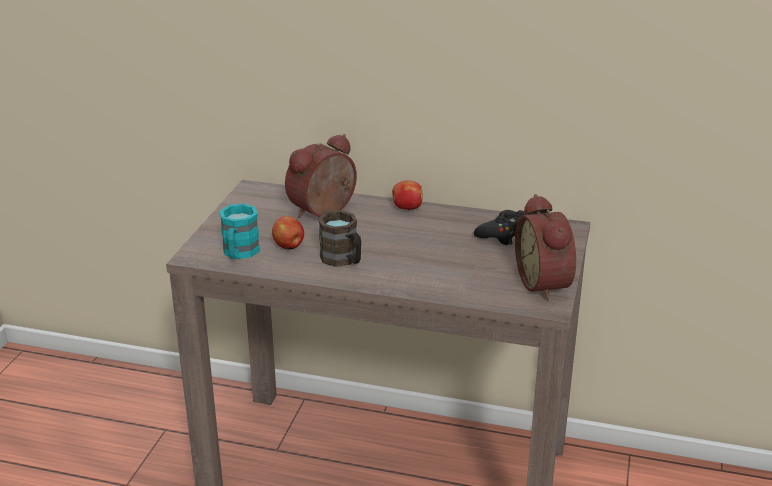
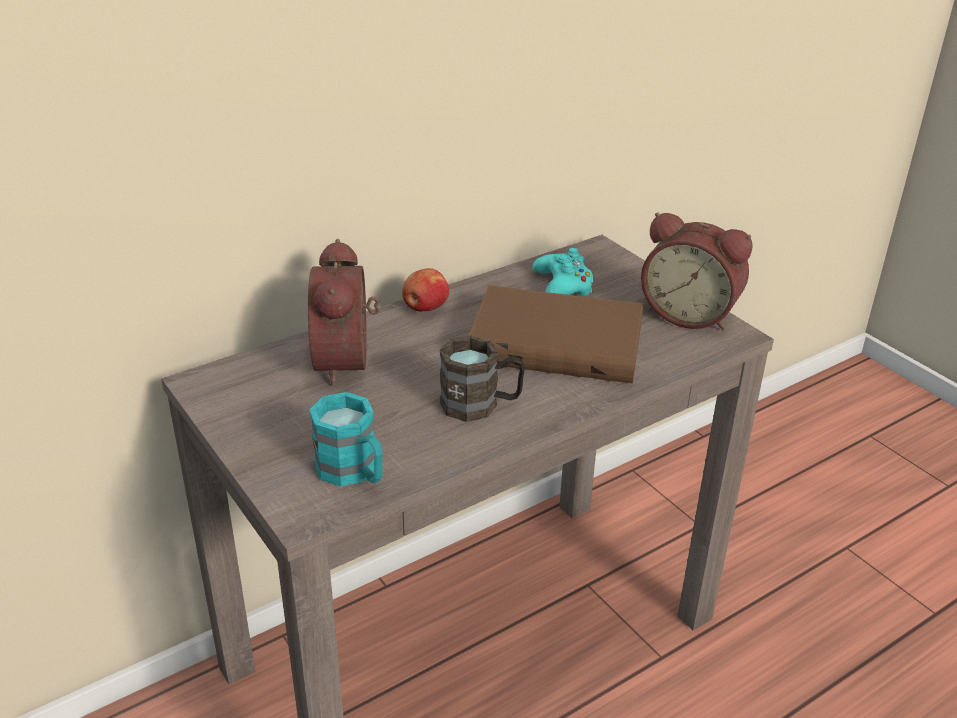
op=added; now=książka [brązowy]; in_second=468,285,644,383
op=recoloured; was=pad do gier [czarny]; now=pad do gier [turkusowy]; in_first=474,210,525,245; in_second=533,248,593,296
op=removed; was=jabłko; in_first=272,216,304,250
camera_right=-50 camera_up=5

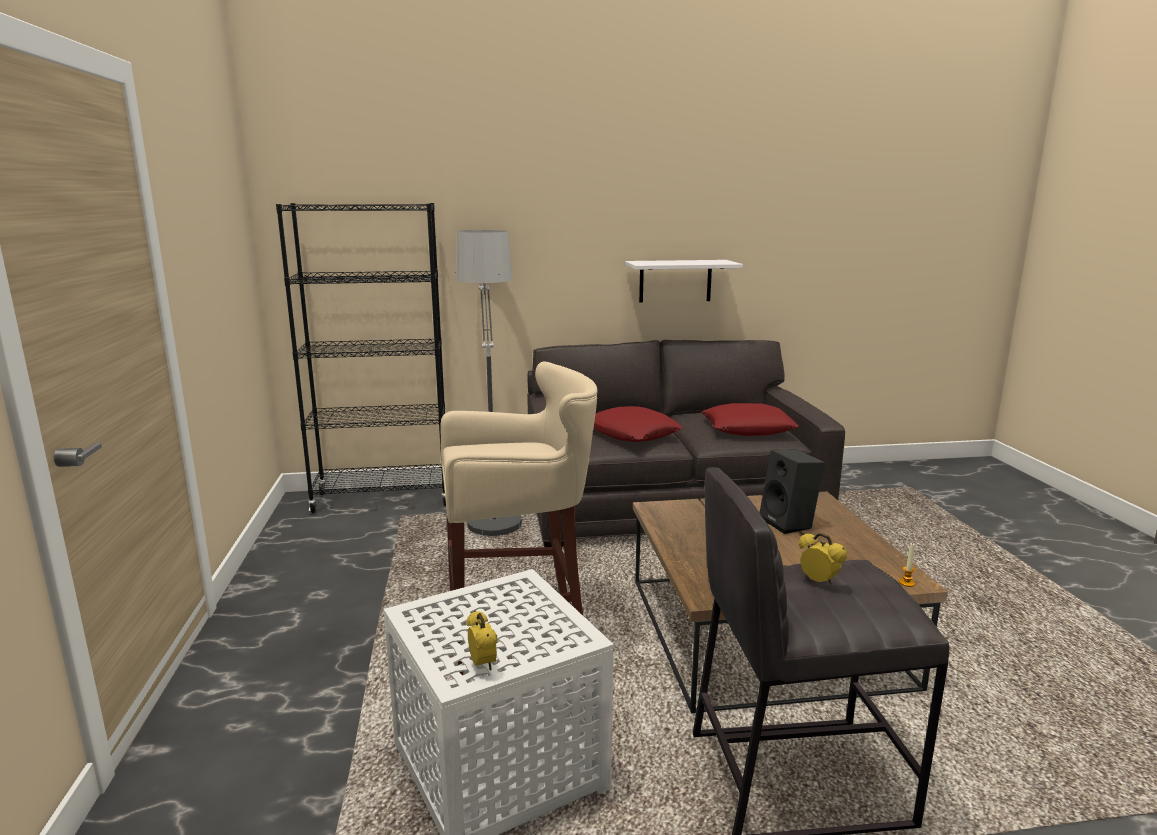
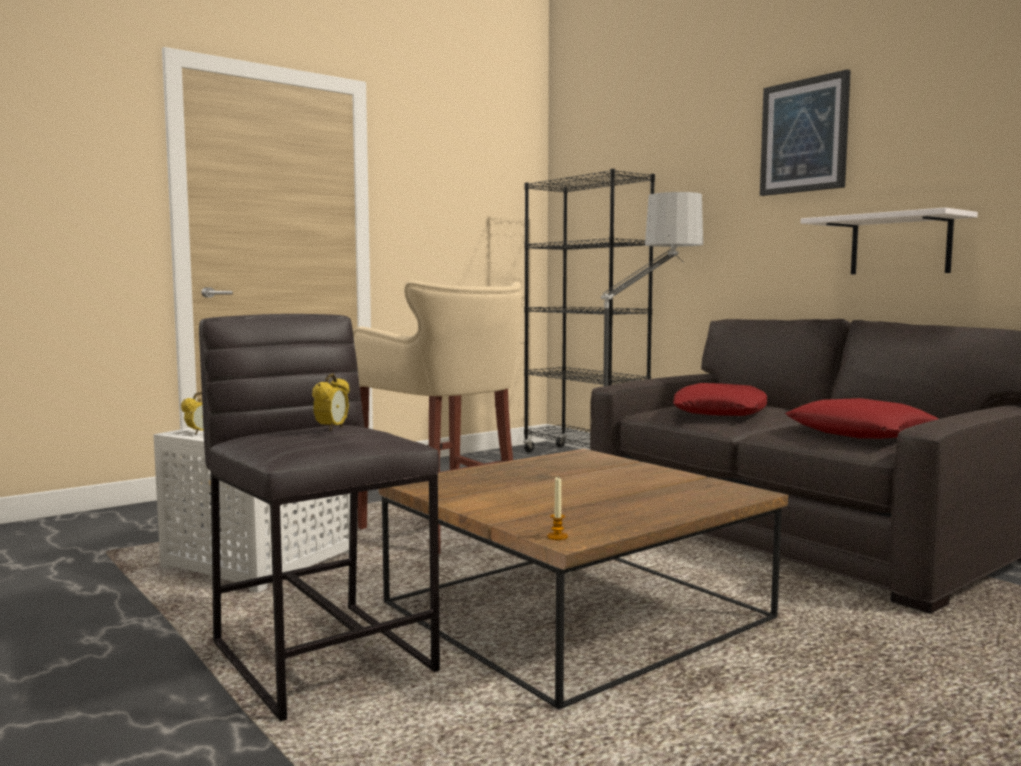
op=added; now=obraz; in_second=760,69,851,196
op=removed; was=głośnik [czarny]; in_first=759,449,825,534
camera_right=60 camera_up=-10

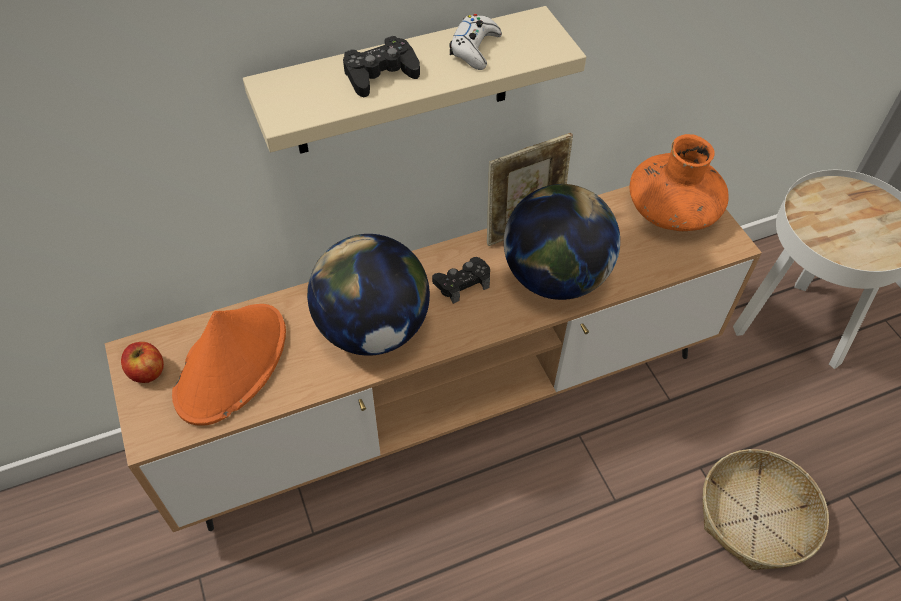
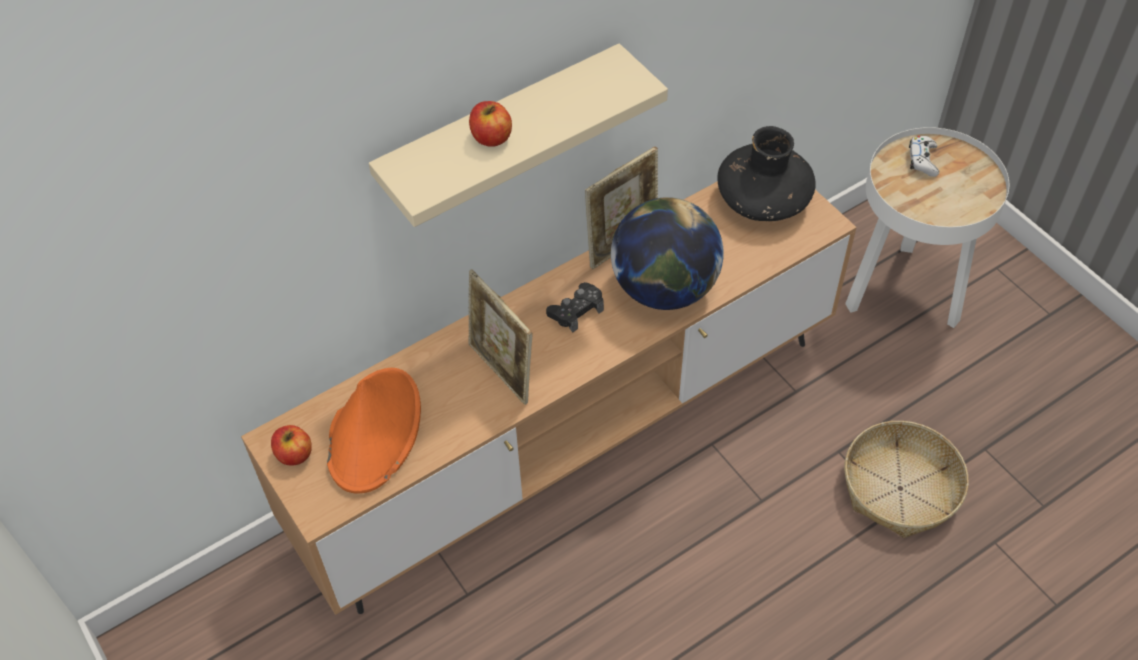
op=replaced; was=globus; now=ramka na zdjęcie; in_first=307,234,430,356; in_second=468,269,532,405
op=replaced; was=pad do gier [czarny]; now=jabłko; in_first=343,36,420,97; in_second=469,101,512,147
op=recoloured; was=wazon [pomarańczowy]; now=wazon [czarny]; in_first=630,134,729,231; in_second=717,126,816,221
op=moved; was=pad do gier [biały]; in_first=449,14,502,70; in_second=909,136,939,177
camera_right=-10 camera_up=0

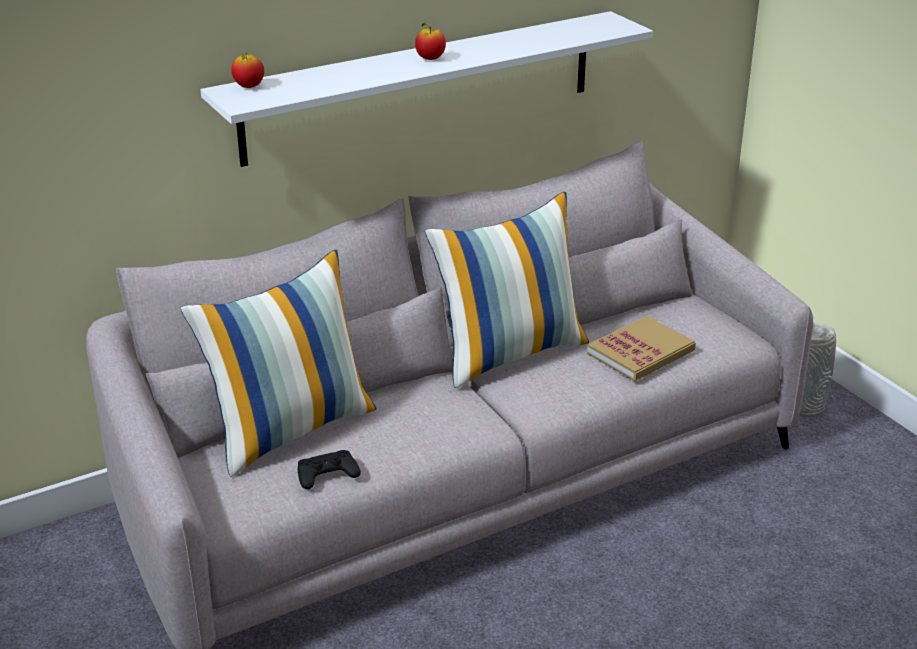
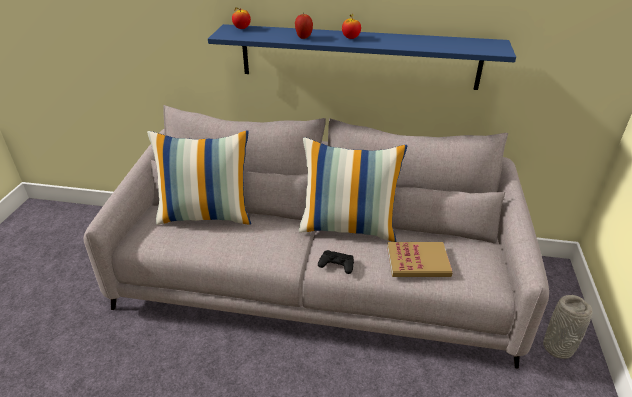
op=recoloured; was=półka [biały]; now=półka [niebieski]; in_first=201,11,653,167; in_second=208,24,516,90
op=added; now=jabłko; in_second=295,13,313,39
op=moved; was=pad do gier [czarny]; in_first=298,450,361,489; in_second=318,250,354,274
camera_right=40 camera_up=5

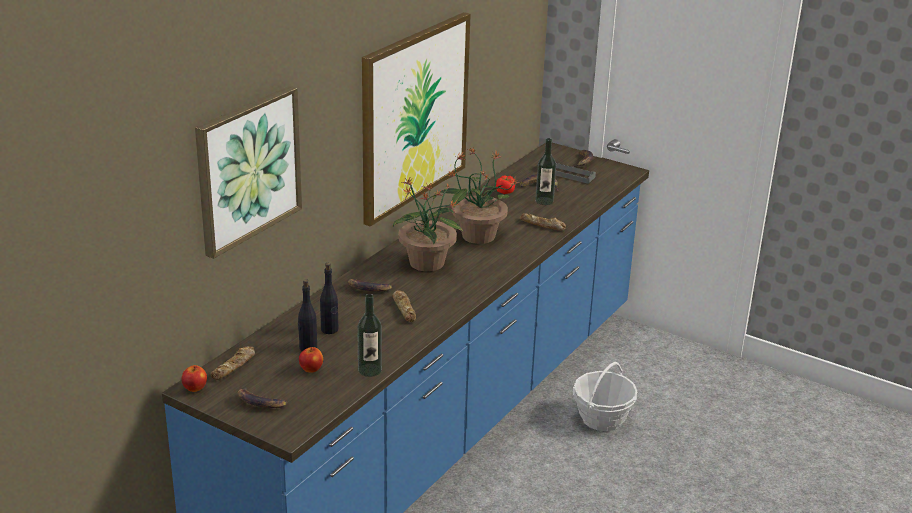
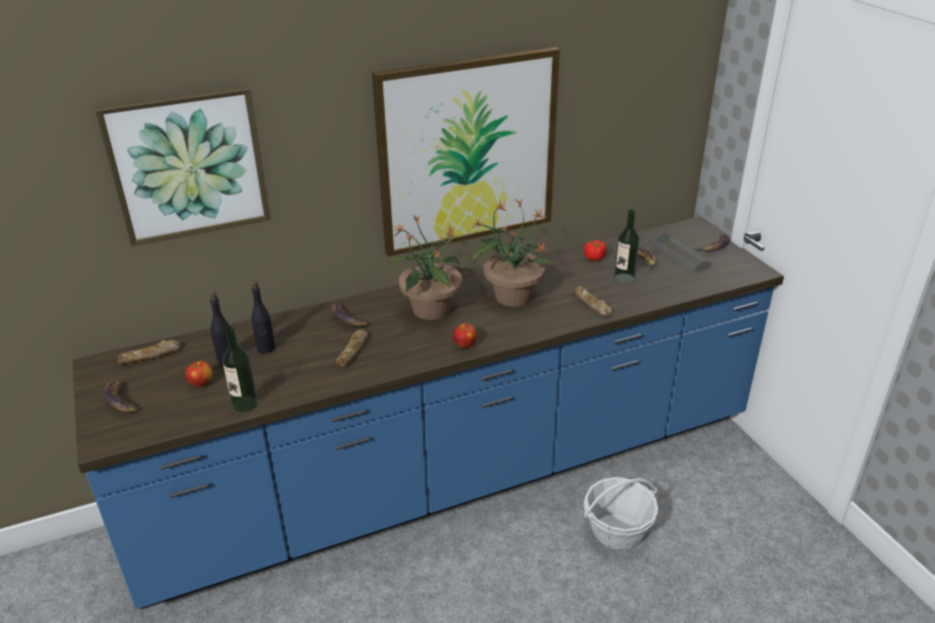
op=moved; was=jabłko; in_first=181,365,207,392; in_second=453,323,477,348
camera_right=35 camera_up=5

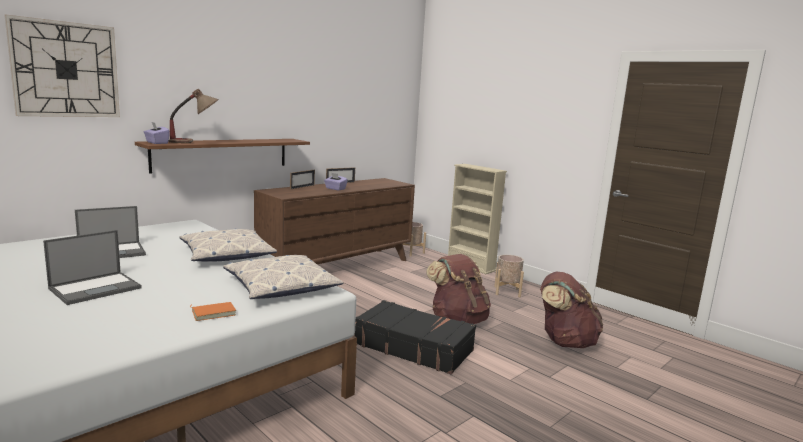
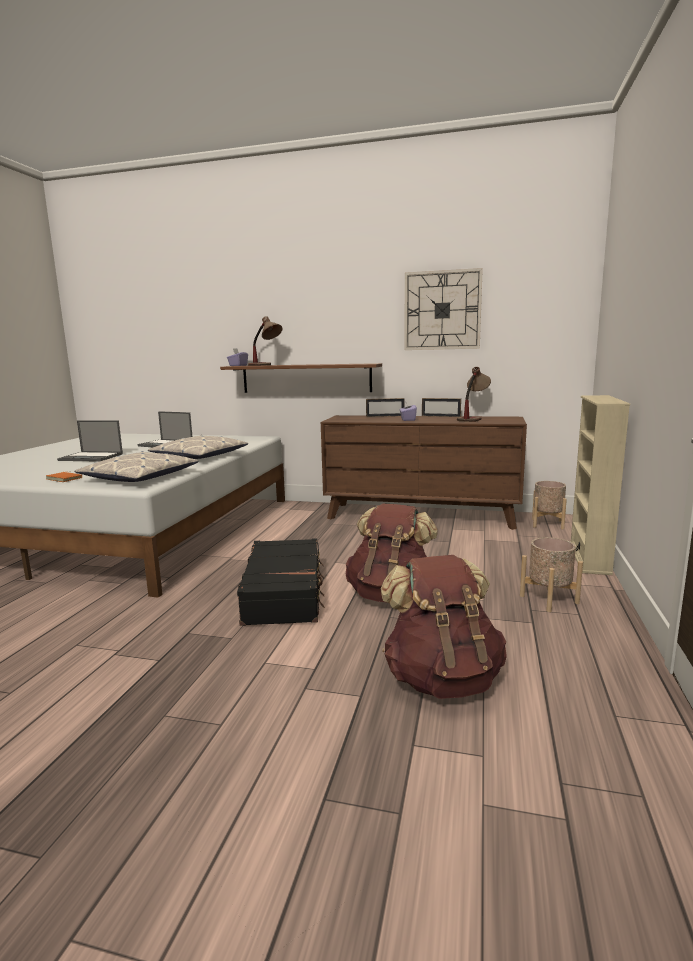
op=moved; was=zegar ścienny; in_first=4,14,120,117; in_second=404,268,483,350
op=added; now=lampa stołowa; in_second=457,367,491,422
camera_right=60 camera_up=0

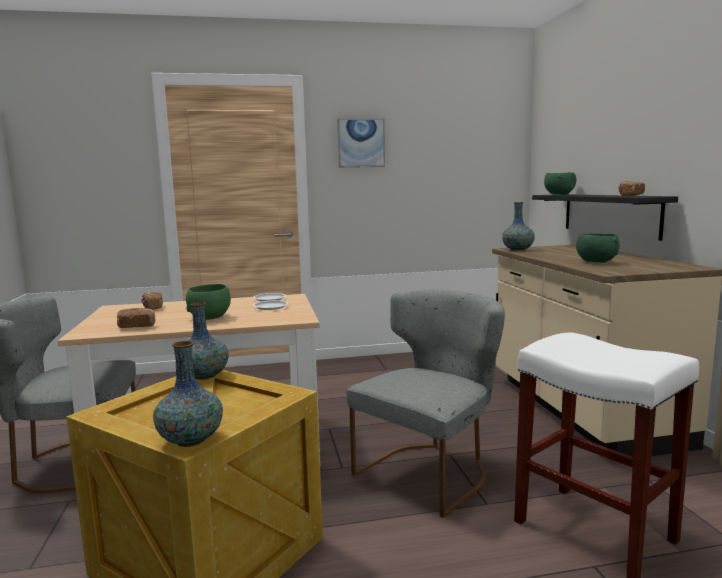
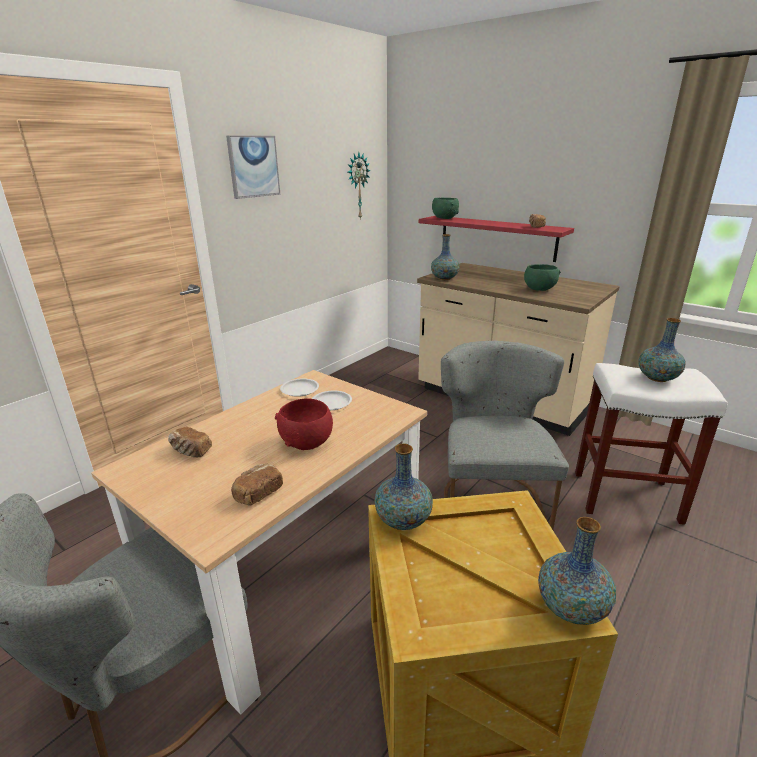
op=recoloured; was=miska [zielony]; now=miska [czerwony]; in_first=186,284,231,320; in_second=275,398,333,450
op=added; now=zegar ścienny; in_second=348,152,371,220
op=recoloured; was=półka [czarny]; now=półka [czerwony]; in_first=532,194,678,241; in_second=419,216,574,262
op=added; now=wazon; in_second=638,318,686,382
camera_right=-40 camera_up=15

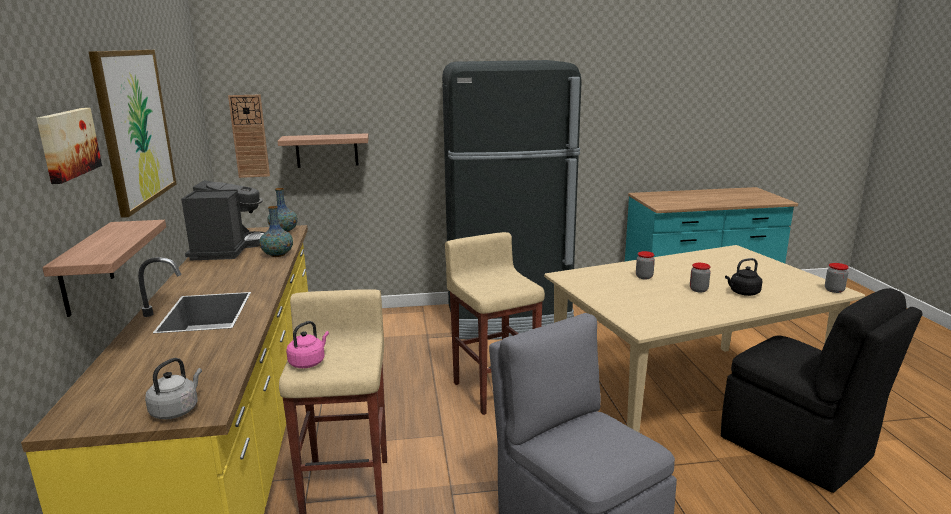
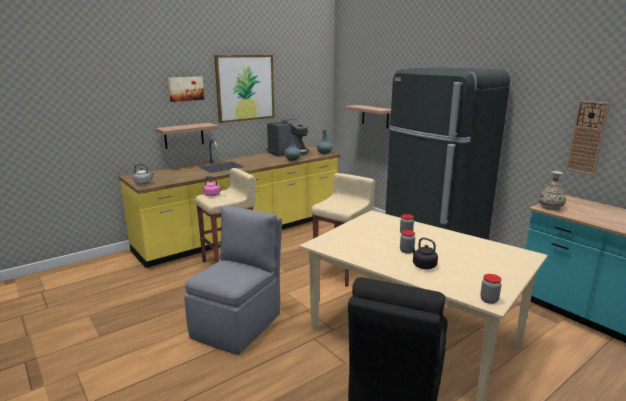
op=added; now=wazon; in_second=539,171,566,210
op=moved; was=zegar ścienny; in_first=228,95,270,178; in_second=566,101,610,175
camera_right=60 camera_up=0

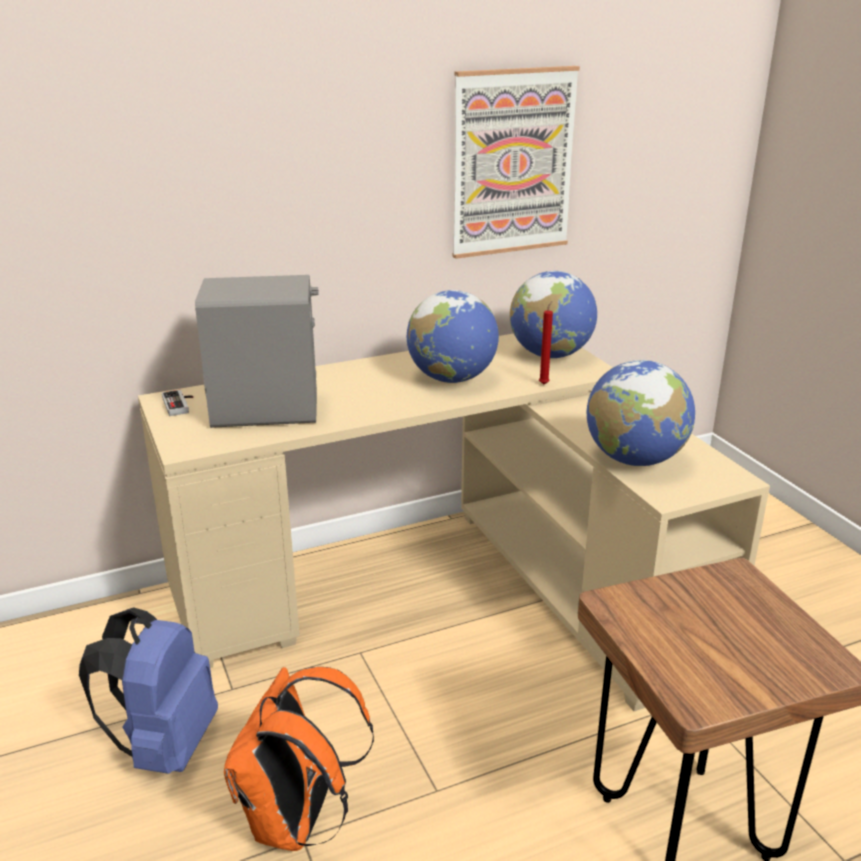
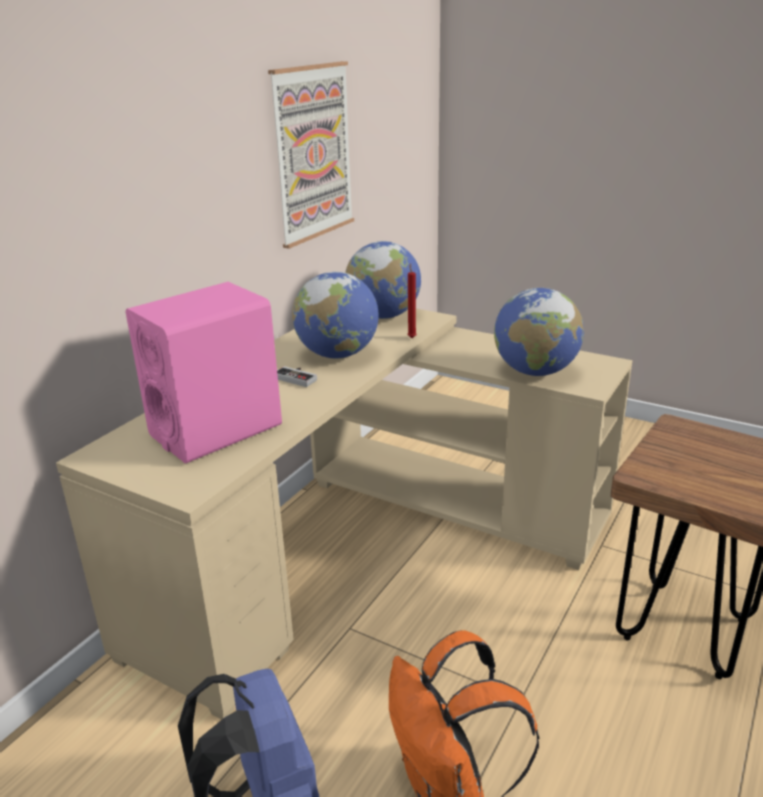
op=recoloured; was=głośnik [szary]; now=głośnik [różowy]; in_first=195,275,319,428; in_second=126,282,282,464
op=moved; was=pad do gier; in_first=162,390,193,416; in_second=277,366,317,387
camera_right=-35 camera_up=0

